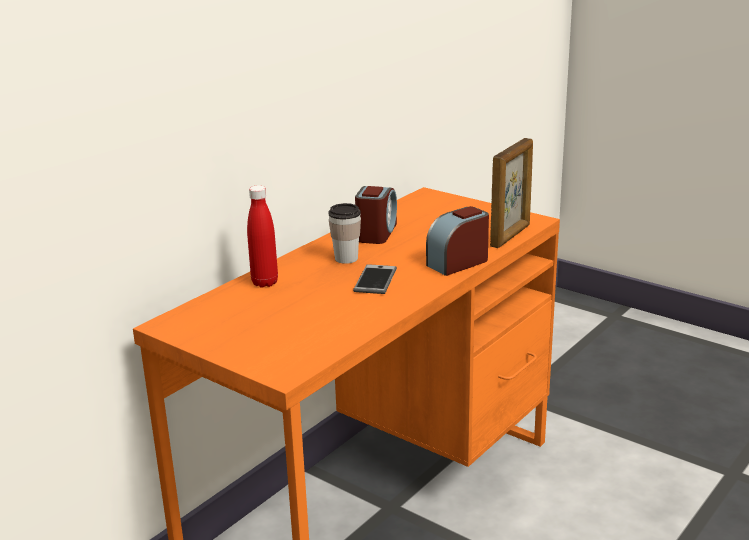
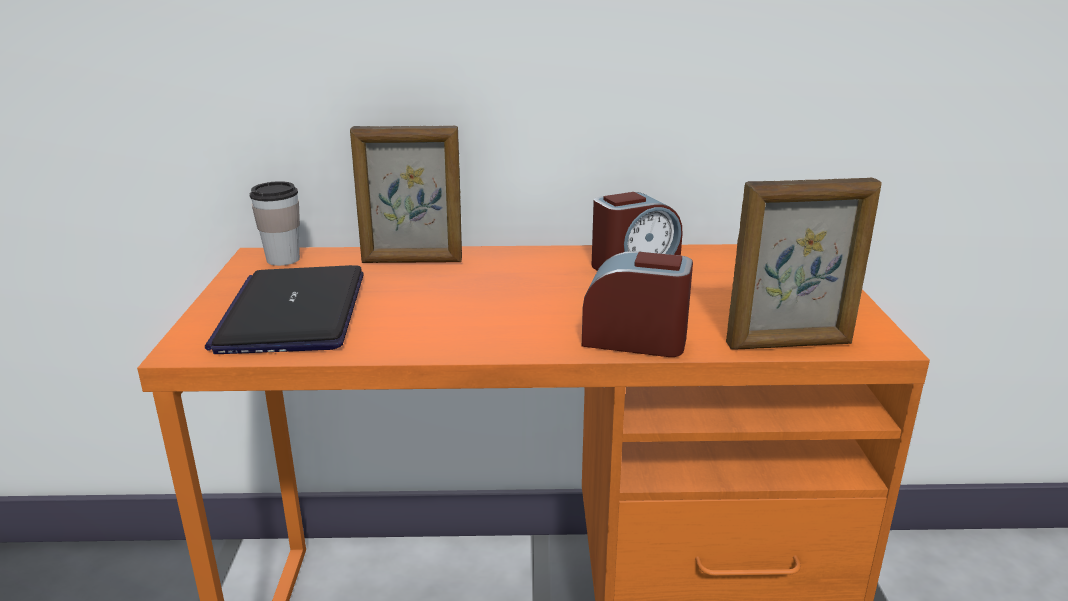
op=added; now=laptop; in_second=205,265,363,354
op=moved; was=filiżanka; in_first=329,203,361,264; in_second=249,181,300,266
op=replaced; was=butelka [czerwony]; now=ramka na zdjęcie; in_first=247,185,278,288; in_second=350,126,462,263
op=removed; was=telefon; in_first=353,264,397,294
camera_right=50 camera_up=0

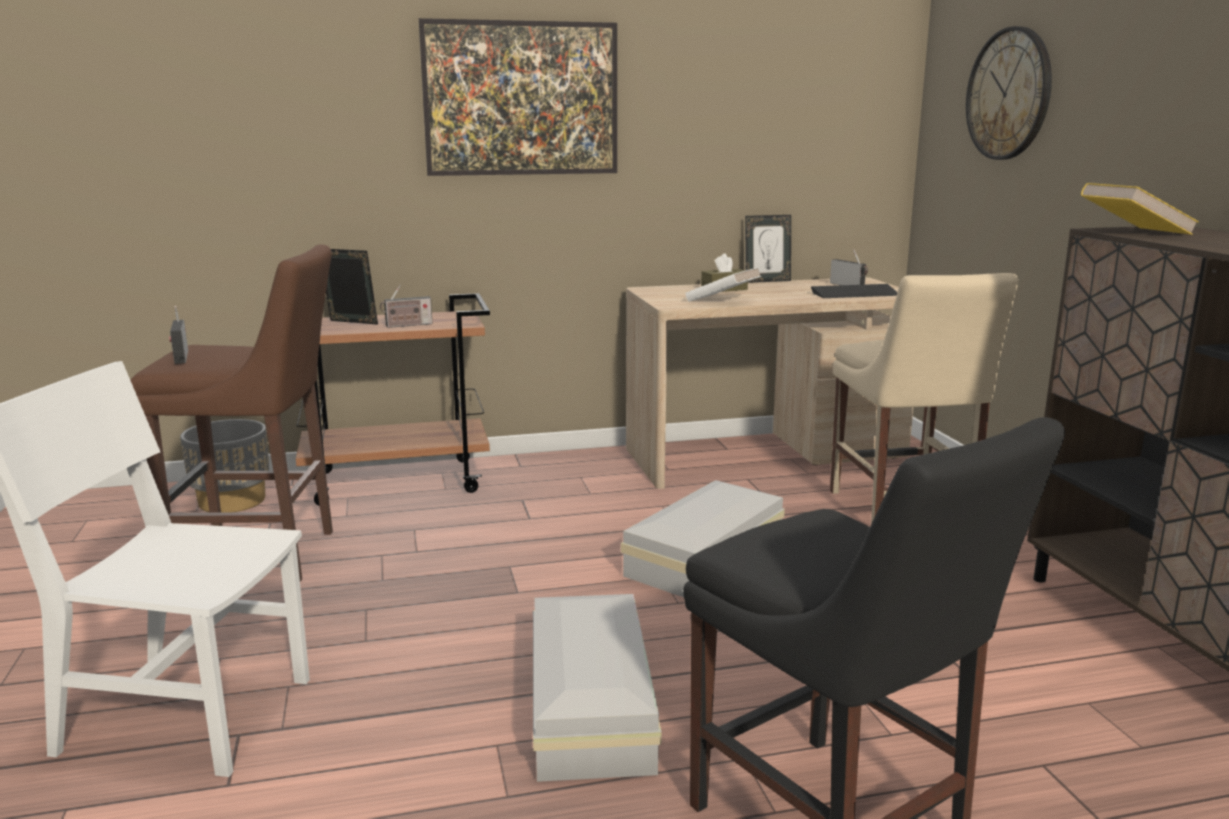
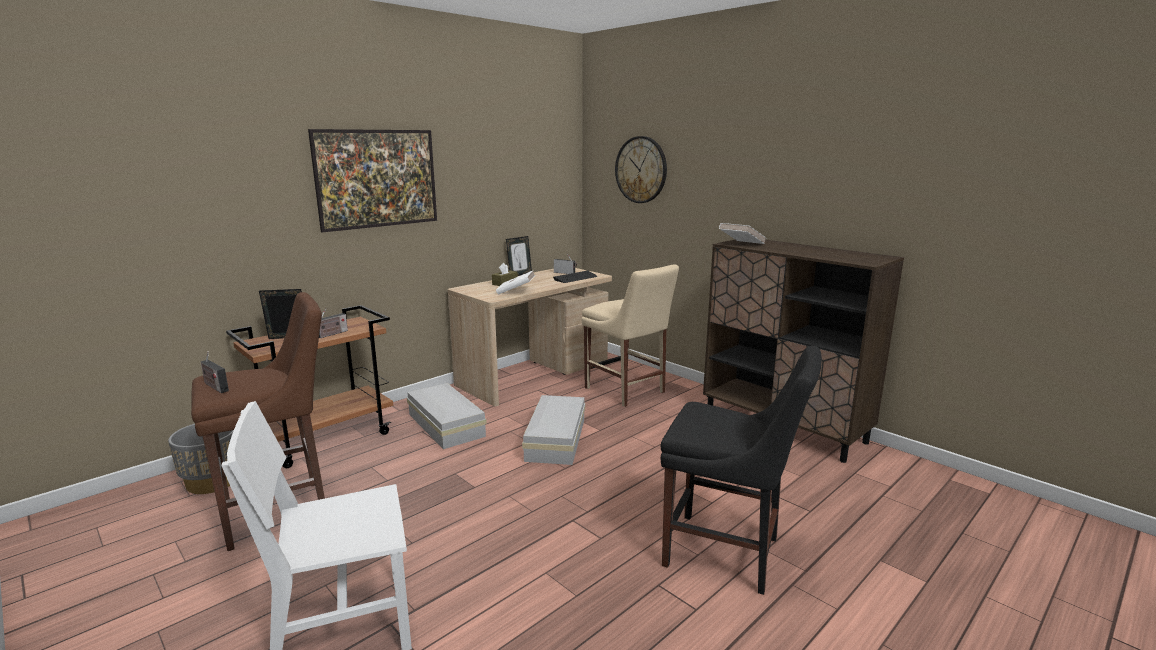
op=moved; was=pojemnik do przechowywania [biały]; in_first=533,594,662,782; in_second=407,383,487,449
op=recoloured; was=książka [żółty]; now=książka [biały]; in_first=1081,183,1199,235; in_second=719,223,767,244
camera_right=-30 camera_up=0

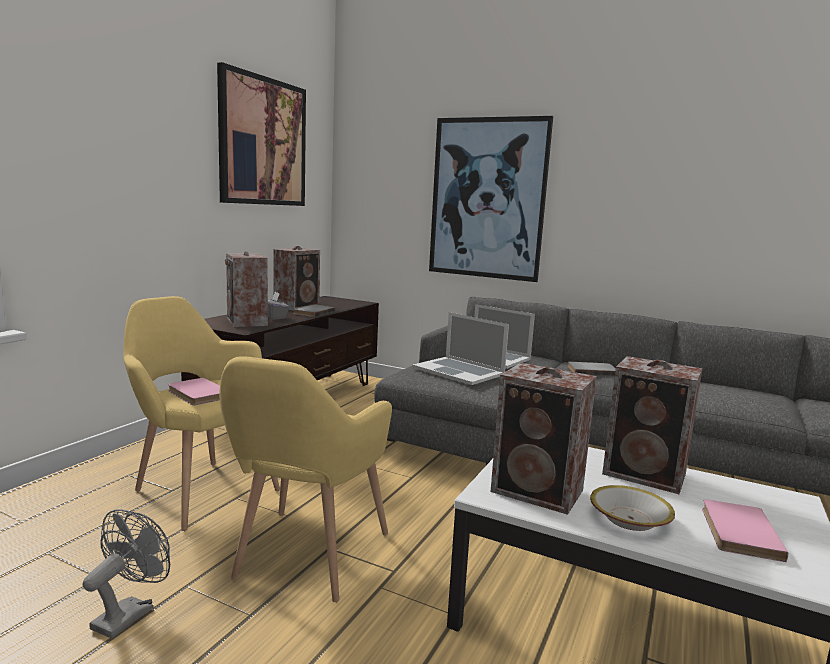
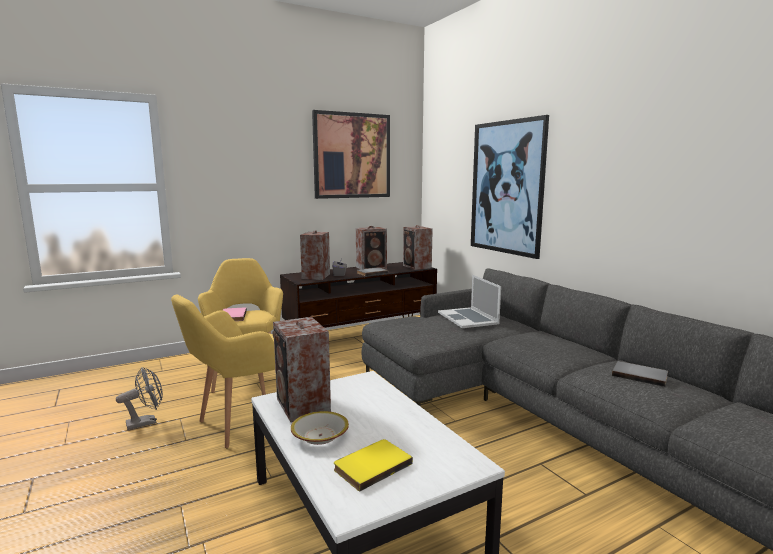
op=recoloured; was=książka [różowy]; now=książka [żółty]; in_first=702,499,788,562; in_second=334,439,413,492
op=moved; was=głośnik; in_first=602,356,703,494; in_second=403,225,433,270
op=moved; was=książka [szary]; in_first=568,362,616,376; in_second=612,361,668,387
op=removed; was=laptop; in_first=413,312,509,385
camera_right=35 camera_up=0

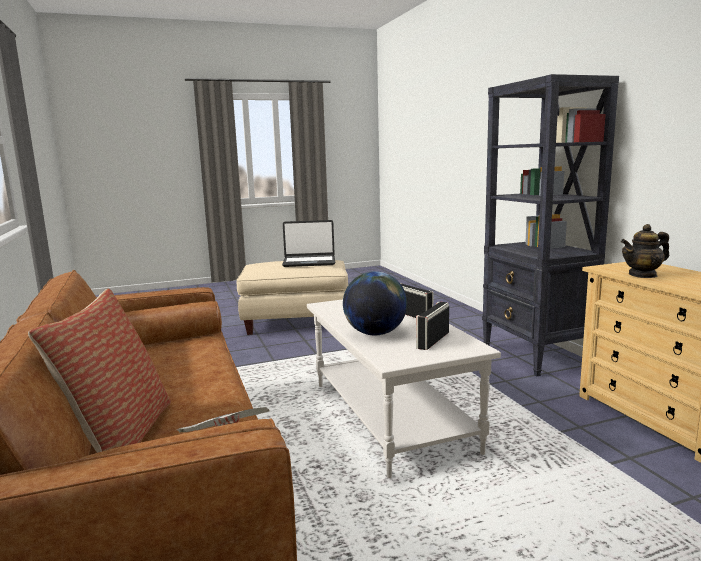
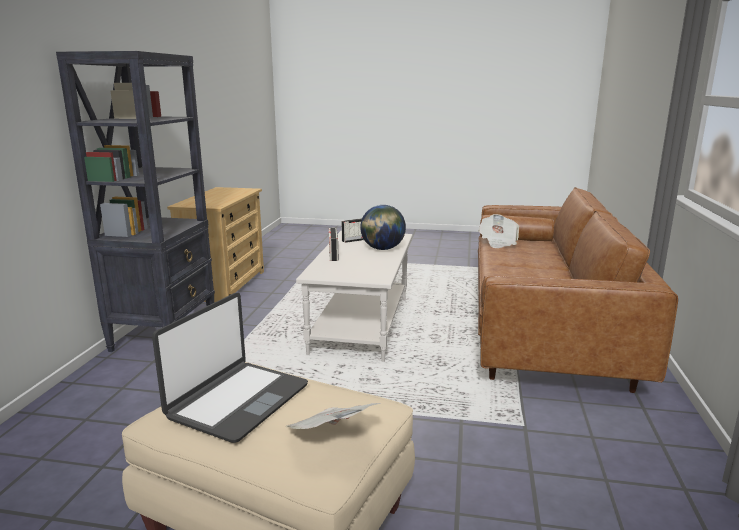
op=turned; was=laptop; in_first=282,220,335,267; in_second=152,293,308,443; clockwise=90
op=added; now=gazeta; in_second=286,403,381,429
op=removed; was=poduszka; in_first=28,288,171,453
op=removed; was=imbryk; in_first=621,224,669,278
camera_right=-150 camera_up=5

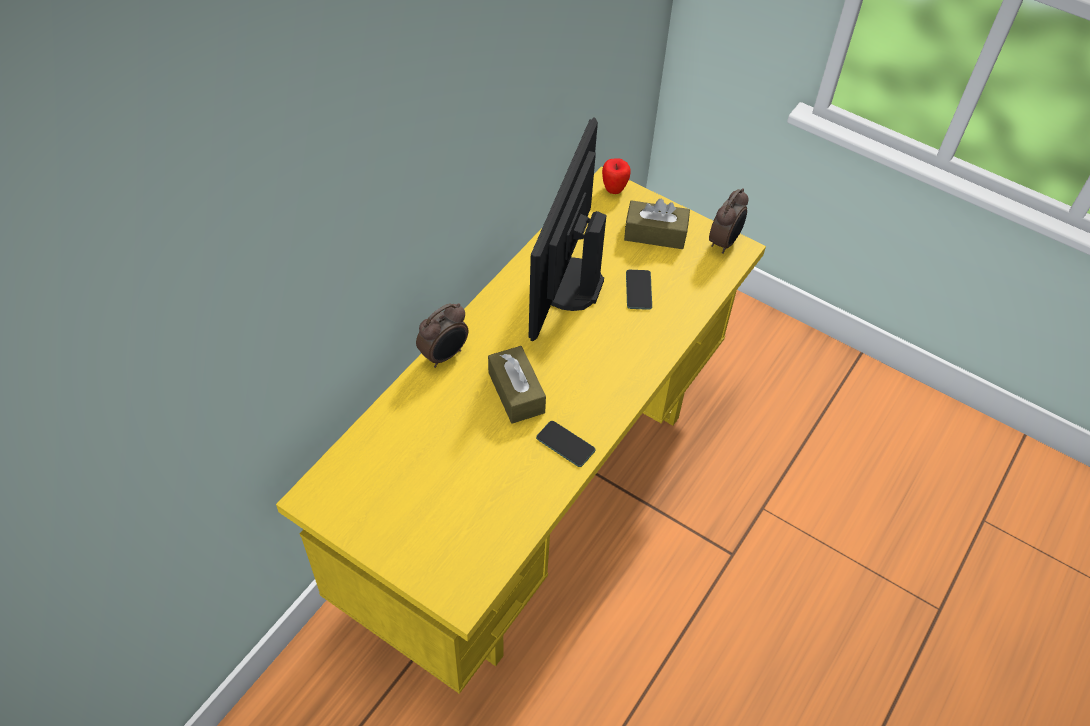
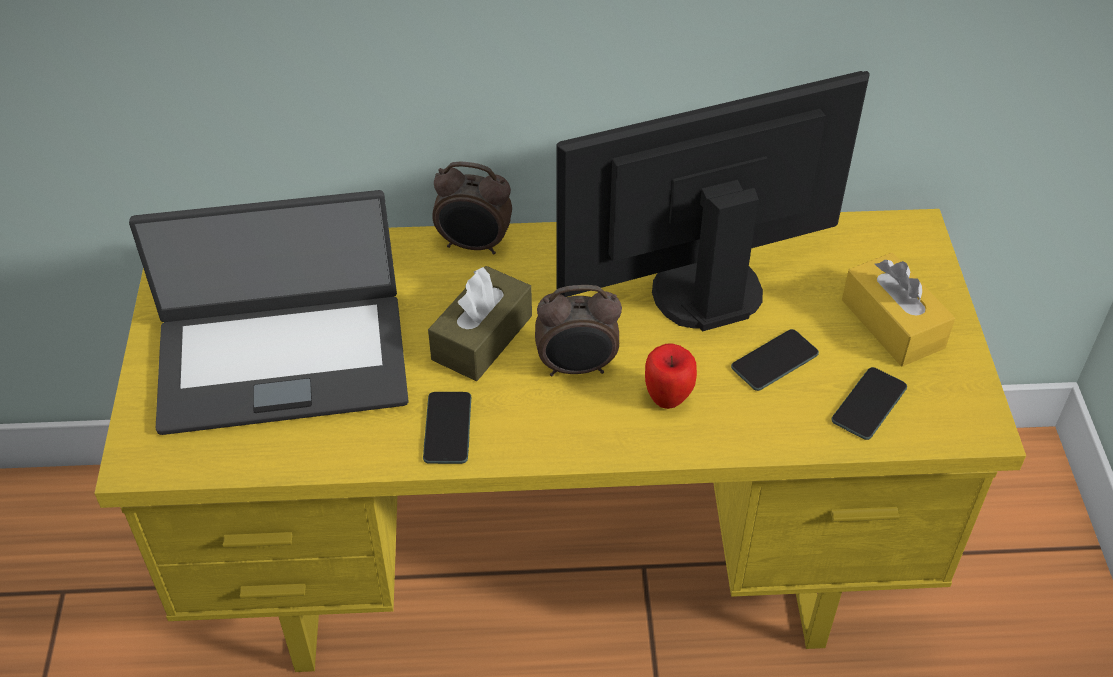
op=added; now=laptop; in_second=129,190,409,435
op=moved; was=budzik; in_first=709,188,748,254; in_second=535,285,622,376
op=moved; was=jabłko; in_first=602,158,631,194; in_second=645,343,697,409
op=added; now=telefon; in_second=831,367,907,440
op=recoloured; was=pudełko chusteczek [brązowy]; now=pudełko chusteczek [żółty]; in_first=624,199,690,249; in_second=842,253,955,367
camera_right=55 camera_up=-5

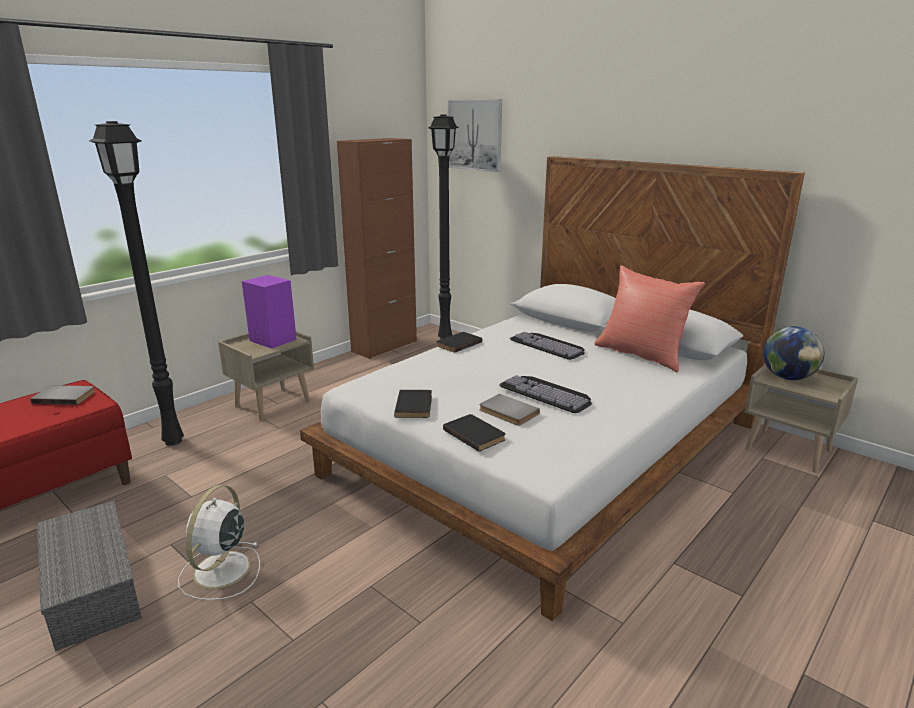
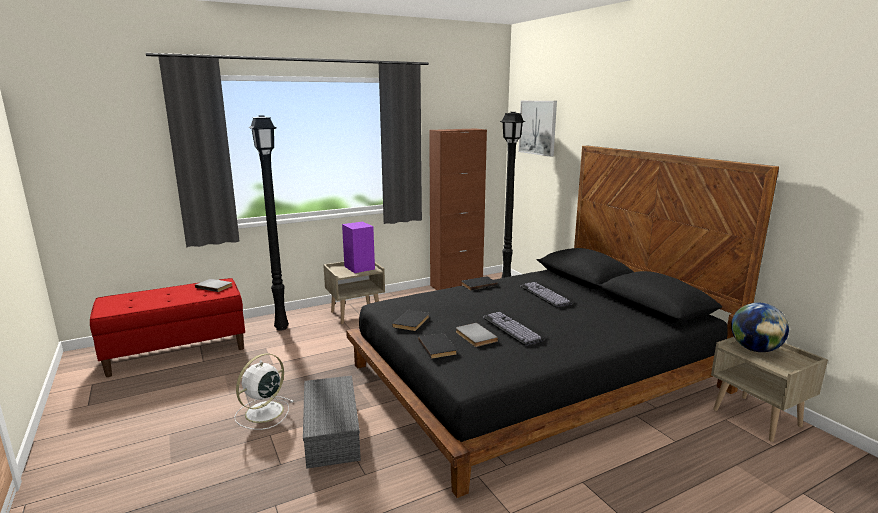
op=moved; was=pojemnik do przechowywania [szary]; in_first=37,501,142,651; in_second=303,376,361,469
op=recoloured; was=łóżko [biały]; now=łóżko [czarny]; in_first=300,156,805,621; in_second=346,146,779,498
op=removed; was=poduszka [czerwony]; in_first=594,265,705,372
camera_right=20 camera_up=-5

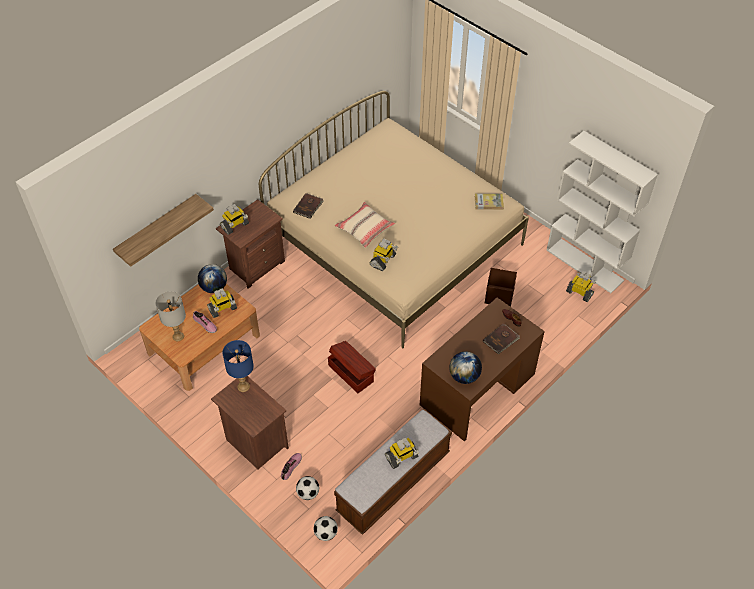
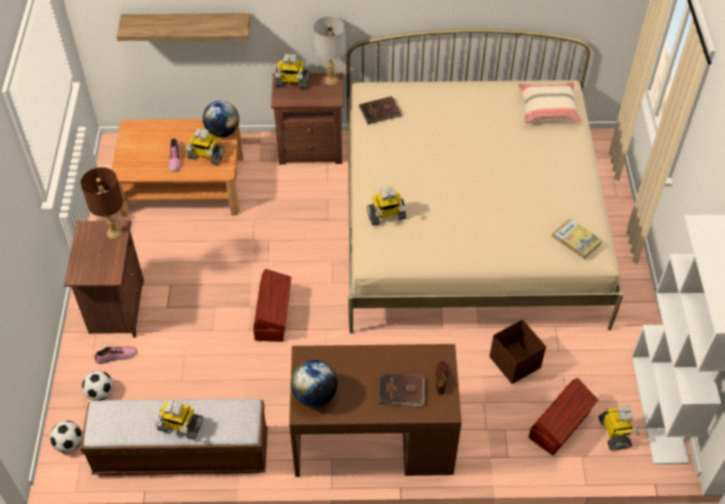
op=recoloured; was=lampa stołowa [niebieski]; now=lampa stołowa [brązowy]; in_first=222,340,254,392; in_second=81,167,123,239
op=moved; was=lampa stołowa [szary]; in_first=155,291,186,341; in_second=314,16,346,86
op=moved; was=poduszka [beżowy]; in_first=334,202,396,248; in_second=518,82,582,123
op=added; now=pojemnik do przechowywania [brązowy]; in_second=528,378,598,456
camera_right=45 camera_up=0

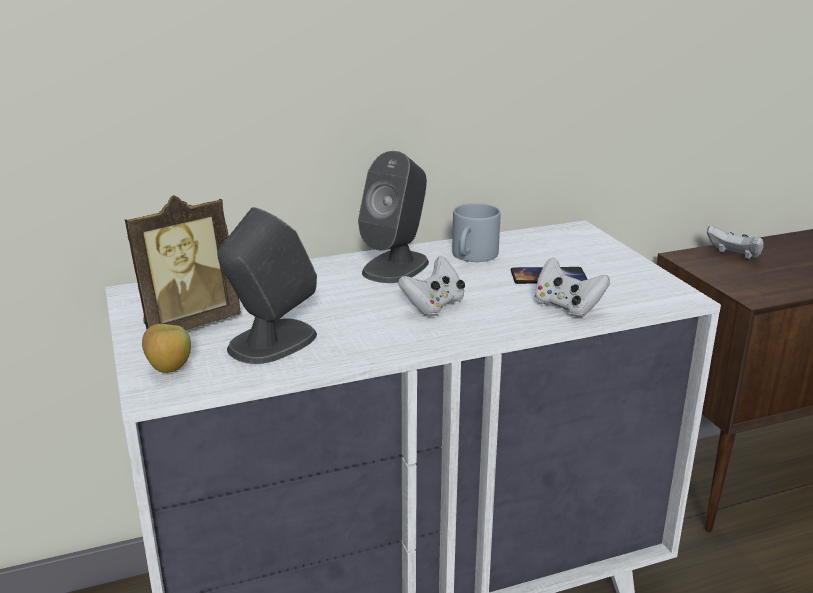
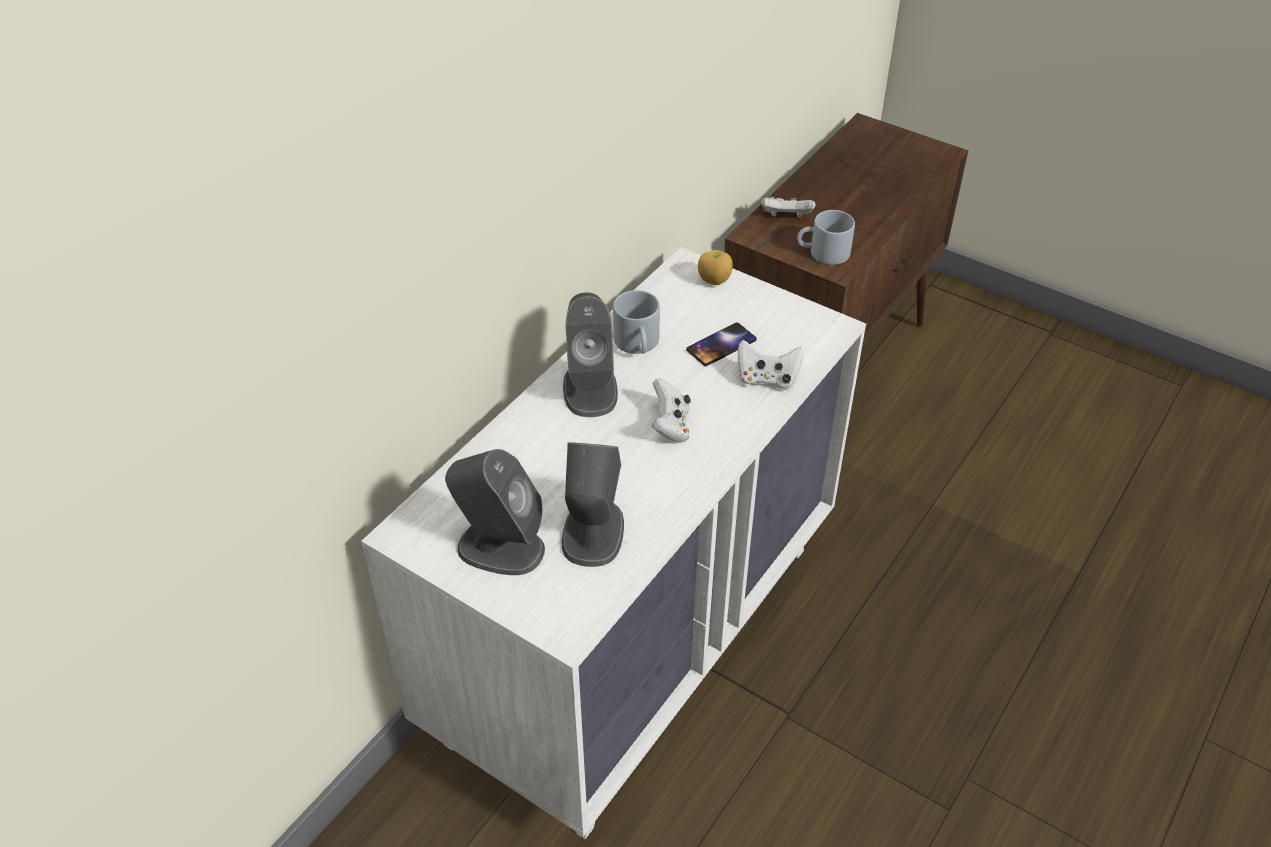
op=replaced; was=ramka na zdjęcie; now=głośnik [szary]; in_first=125,195,241,330; in_second=445,449,545,575
op=moved; was=jabłko; in_first=142,324,191,373; in_second=698,250,733,285
op=added; now=kubek [szary]; in_second=797,210,855,265
camera_right=-35 camera_up=20

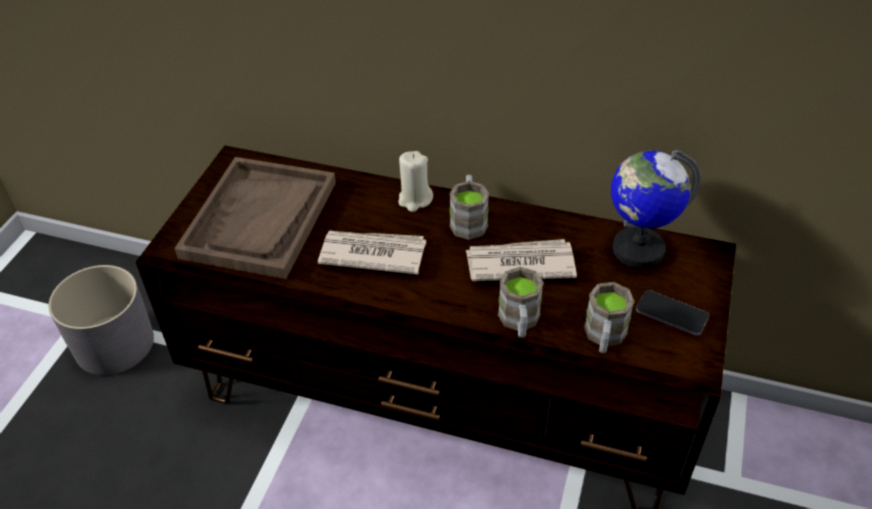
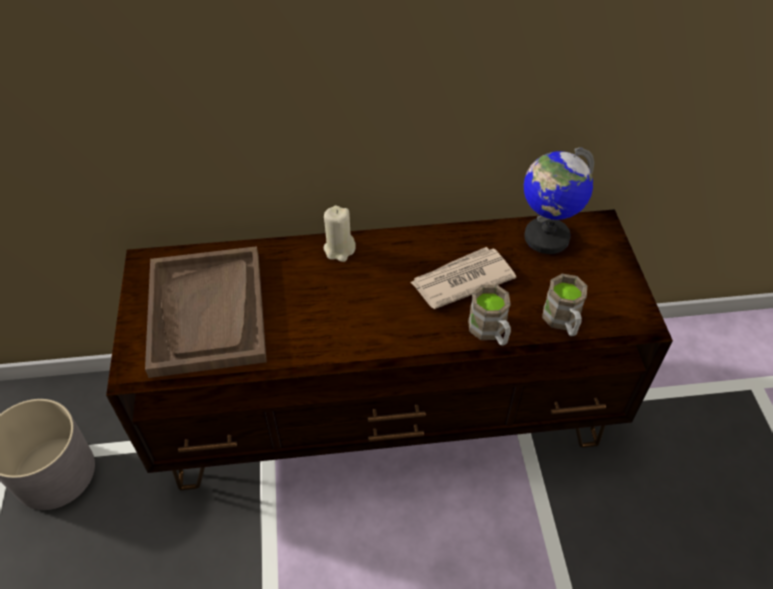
op=removed; was=gazeta; in_first=318,231,426,275
op=removed; was=kubek [brązowy]; in_first=449,175,489,240
op=removed; was=telefon; in_first=636,290,709,336
camera_right=-25 camera_up=5

